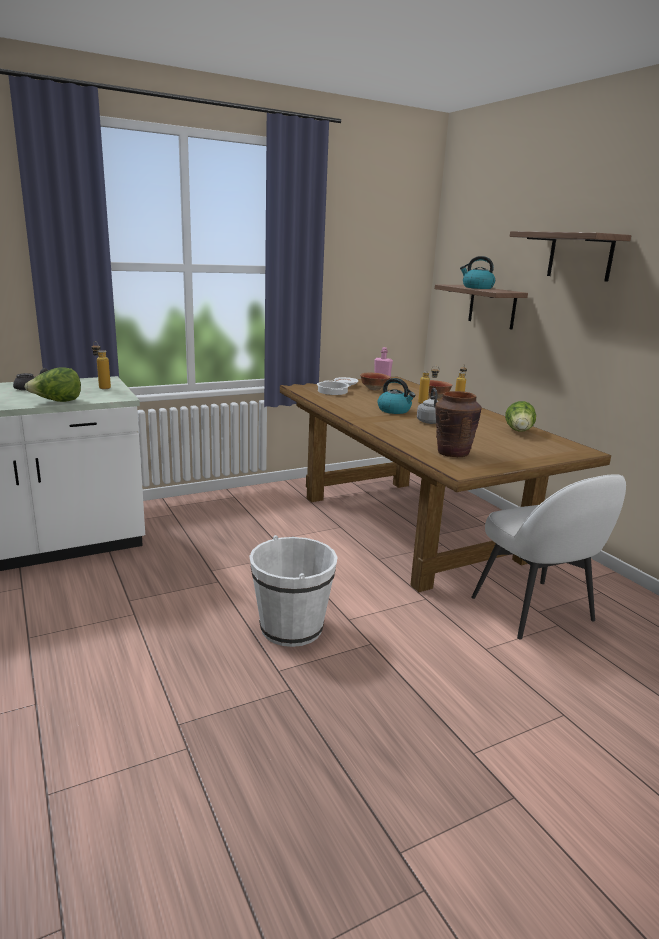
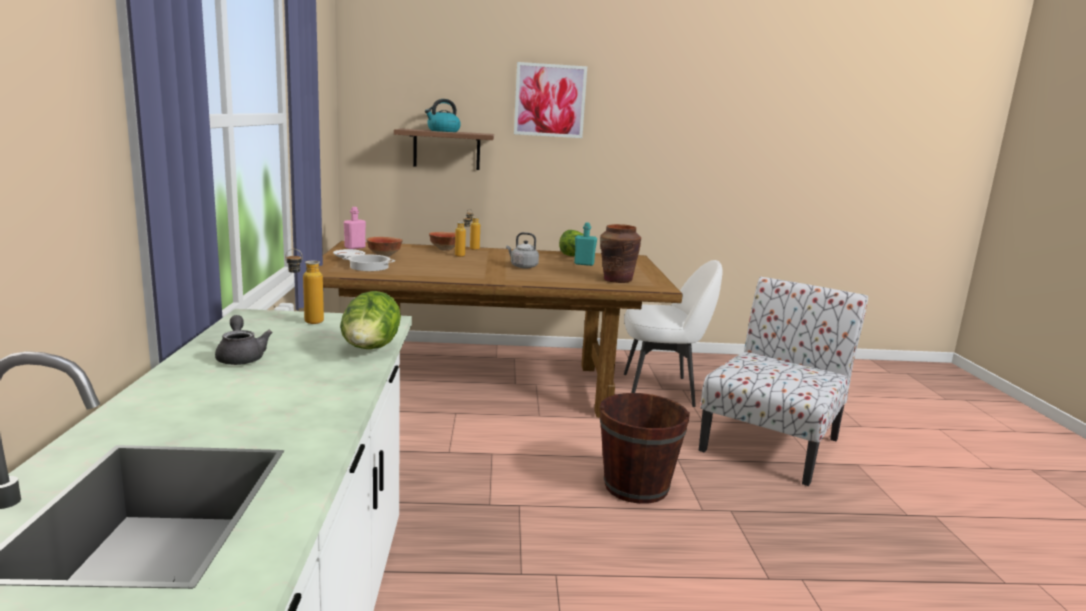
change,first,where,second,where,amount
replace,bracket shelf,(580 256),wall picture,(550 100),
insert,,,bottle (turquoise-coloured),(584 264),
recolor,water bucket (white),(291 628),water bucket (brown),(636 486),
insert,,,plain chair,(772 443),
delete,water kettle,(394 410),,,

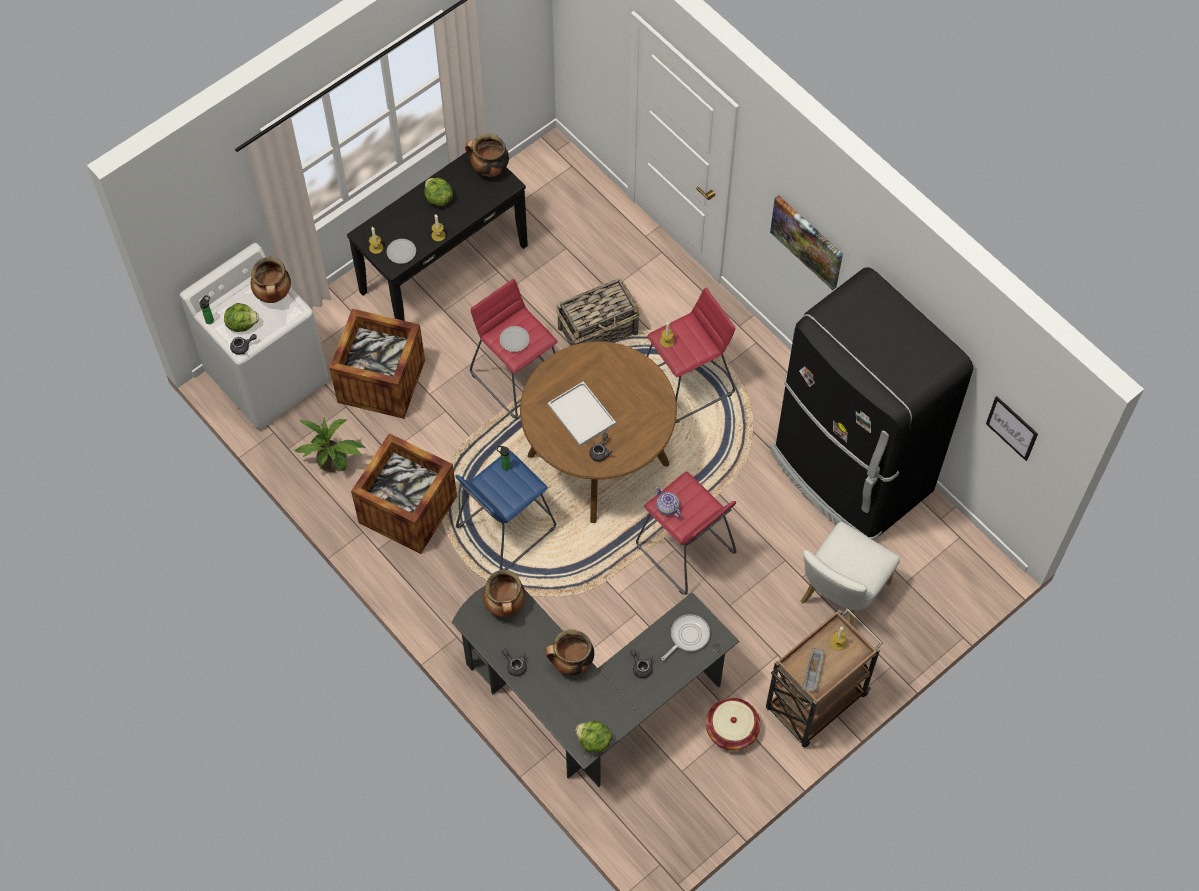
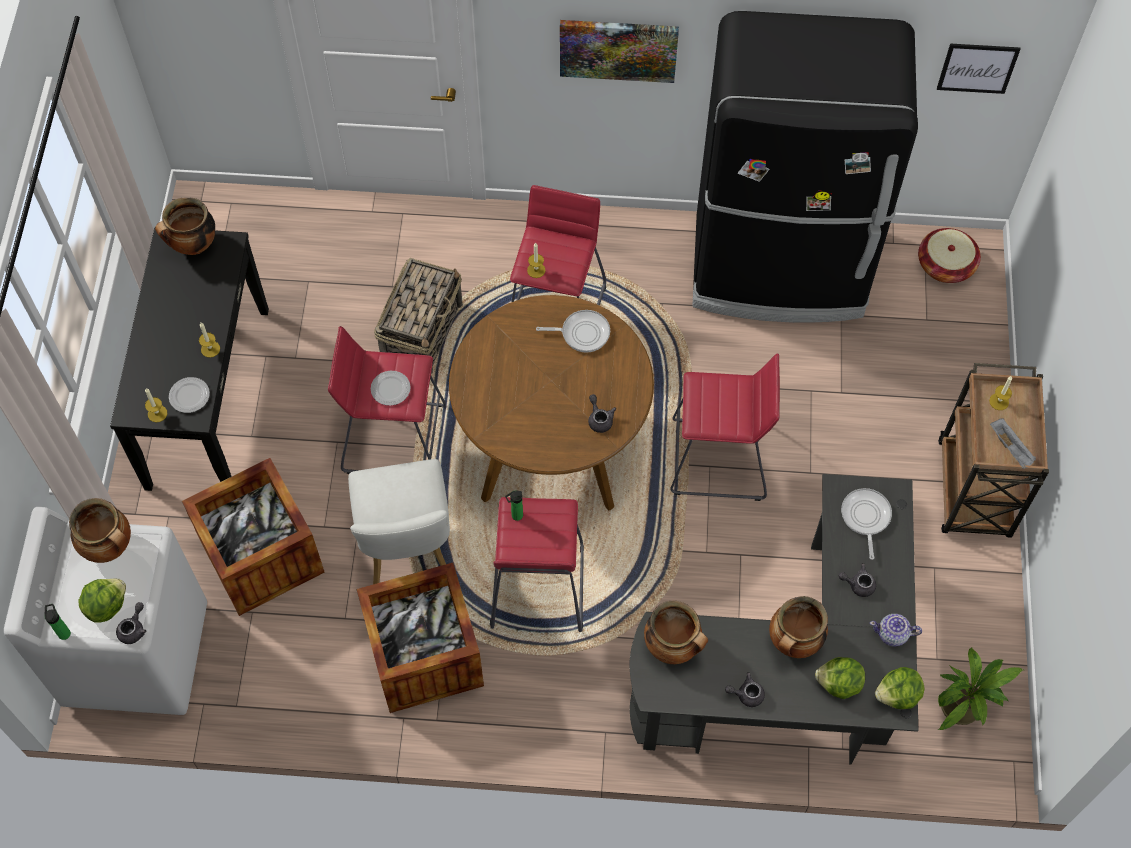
change,first,where,second,where,amount
move,plain chair (white),(840 597),,(407 549),
recolor,stool seat (bluish),(506 528),stool seat (reddish),(538 587),
insert,,,pan,(582 333),
move,head of lettuce,(438 199),,(839 684),
move,tea pot,(667 508),,(892 634),
move,household basket,(731 729),,(945 265),
move,plant in a pot,(334 462),,(965 706),
delete,tray (white),(580 414),,,

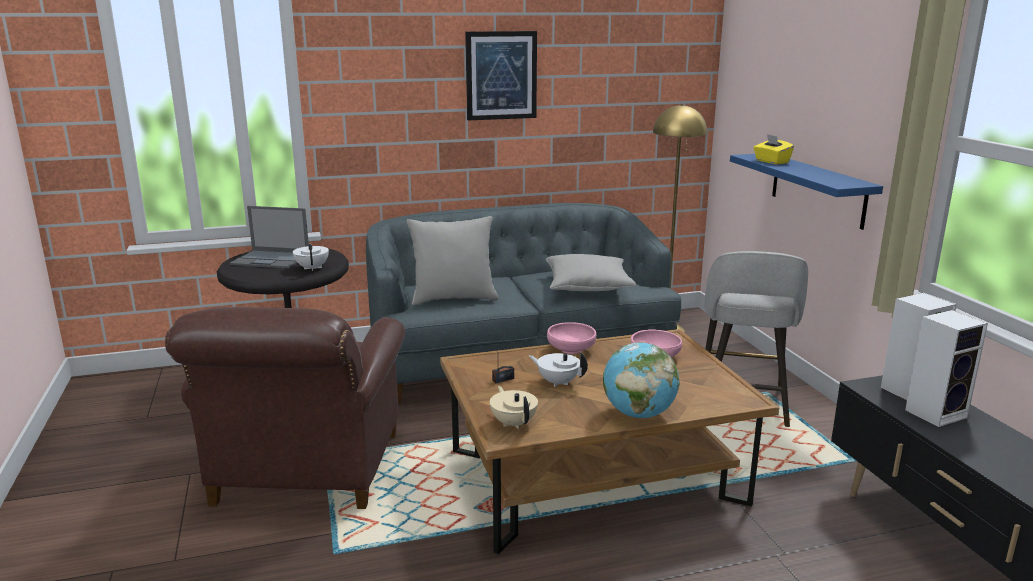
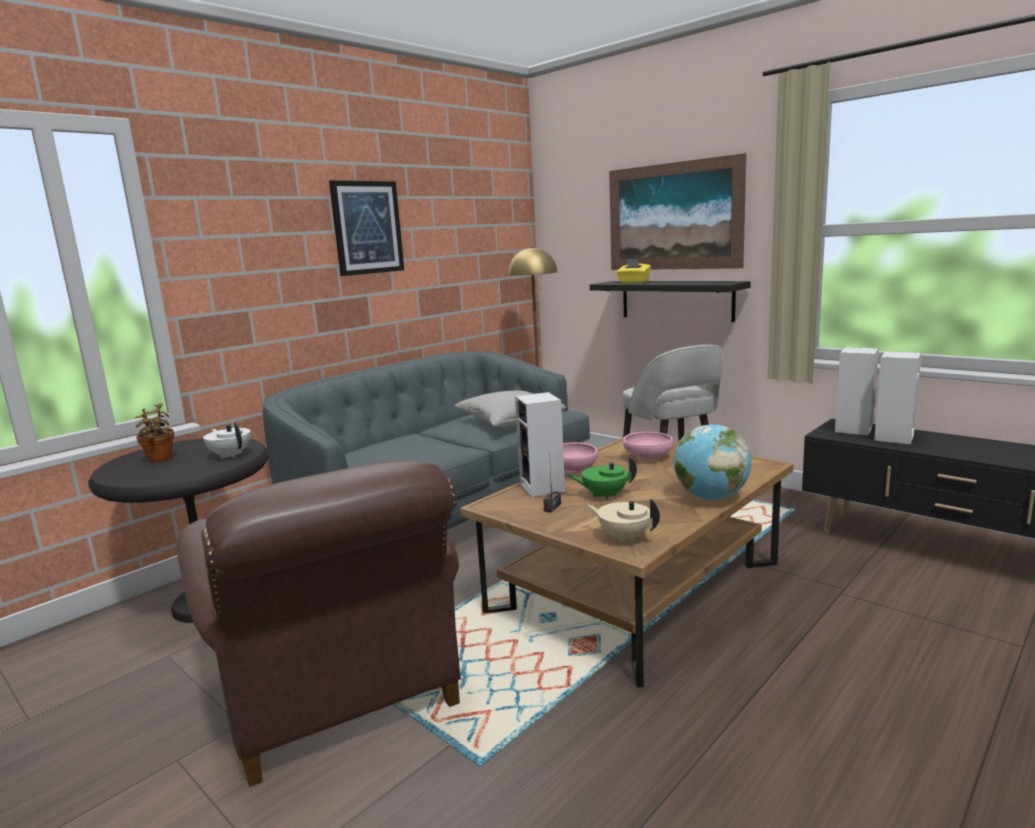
change,first,where,second,where,amount
replace,laptop,(271 259),plant in a pot,(160 459),
insert,,,speaker,(543 488),
recolor,tea pot (white),(558 382),tea pot (green-coloured),(604 495),
recolor,bracket shelf (bluish),(817 189),bracket shelf (black),(676 300),
insert,,,wall picture,(673 216),
delete,pillow (greyish),(453 298),,,

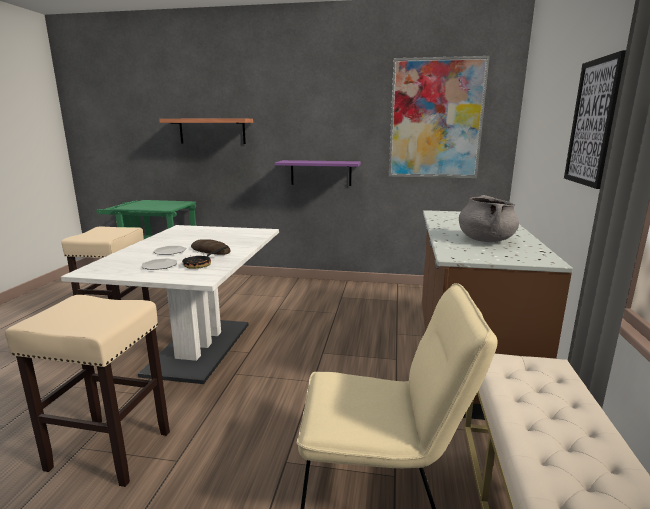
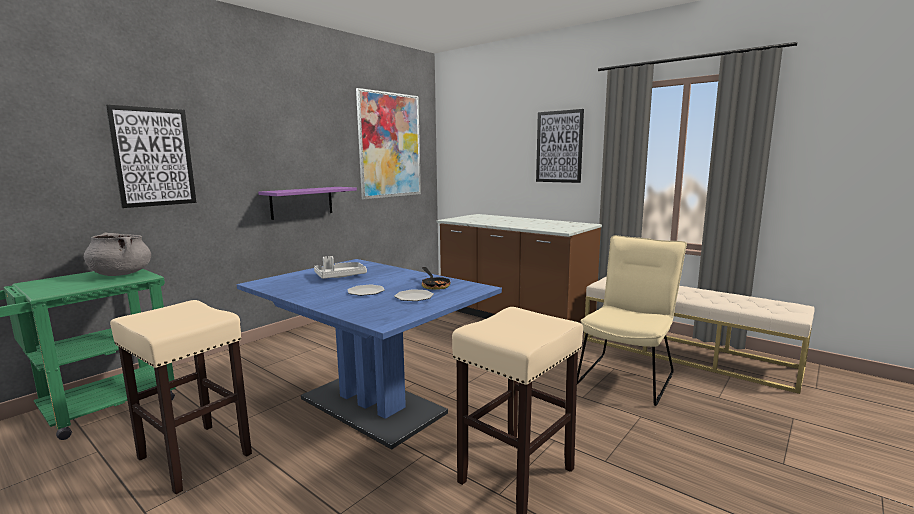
change,first,where,second,where,amount
move,saucepot (greyish),(485 240),,(121 274),
replace,bracket shelf,(212 131),wall picture,(153 157),
recolor,dining table (white),(199 348),dining table (bluish),(372 406),
insert,,,tray (greyish),(340 276),
delete,baked bread,(210 251),,,

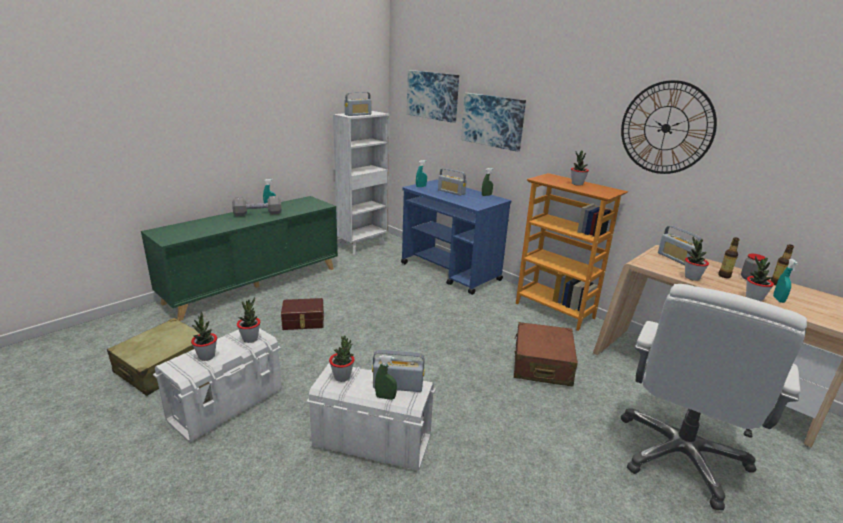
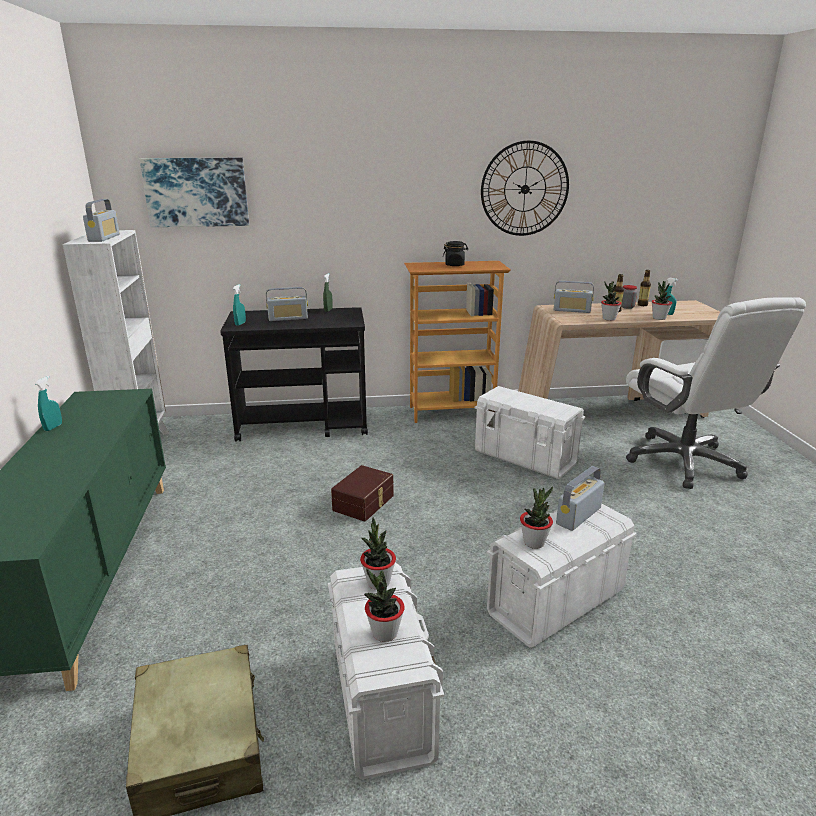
change,first,where,second,where,amount
recolor,wheeled cart (bluish),(450 272),wheeled cart (black),(304 425),
move,storage box (brown),(303 322),,(364 503),
replace,plant in a pot,(577 184),storage jar (black),(455 265),
replace,suitcase (brown),(542 364),storage box (white),(525 458),
delete,hand weight (greyish),(258 214),,,
delete,spray bottle (green-coloured),(385 397),,,
delete,wall picture,(493 121),,,

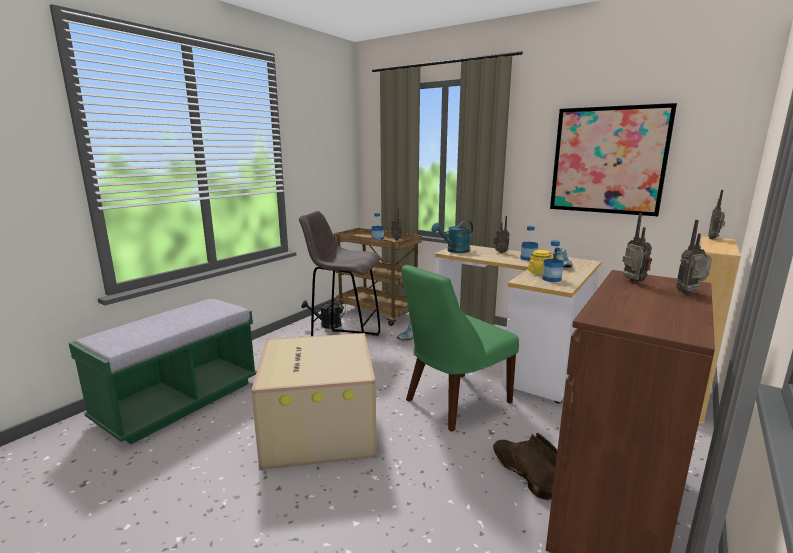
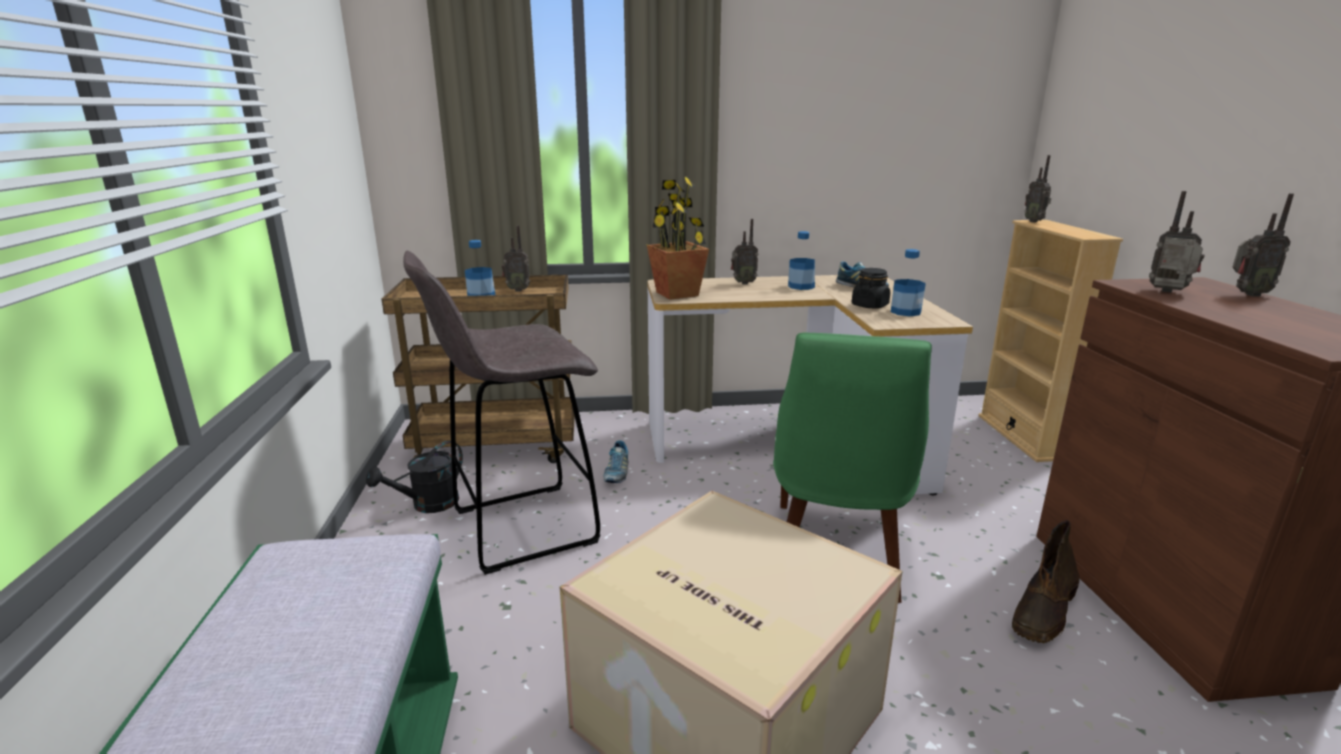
change,first,where,second,where,amount
replace,watering pot (turquoise-coloured),(454 251),plant in a pot,(677 294),
recolor,storage jar (yellowish),(540 273),storage jar (black),(870 305),
rotate,high-top boot (brown),(521 471),,(1043 612),75 degrees counterclockwise
rotate,radio receiver,(690 294),,(1246 294),120 degrees counterclockwise
delete,wall picture,(608 160),,,

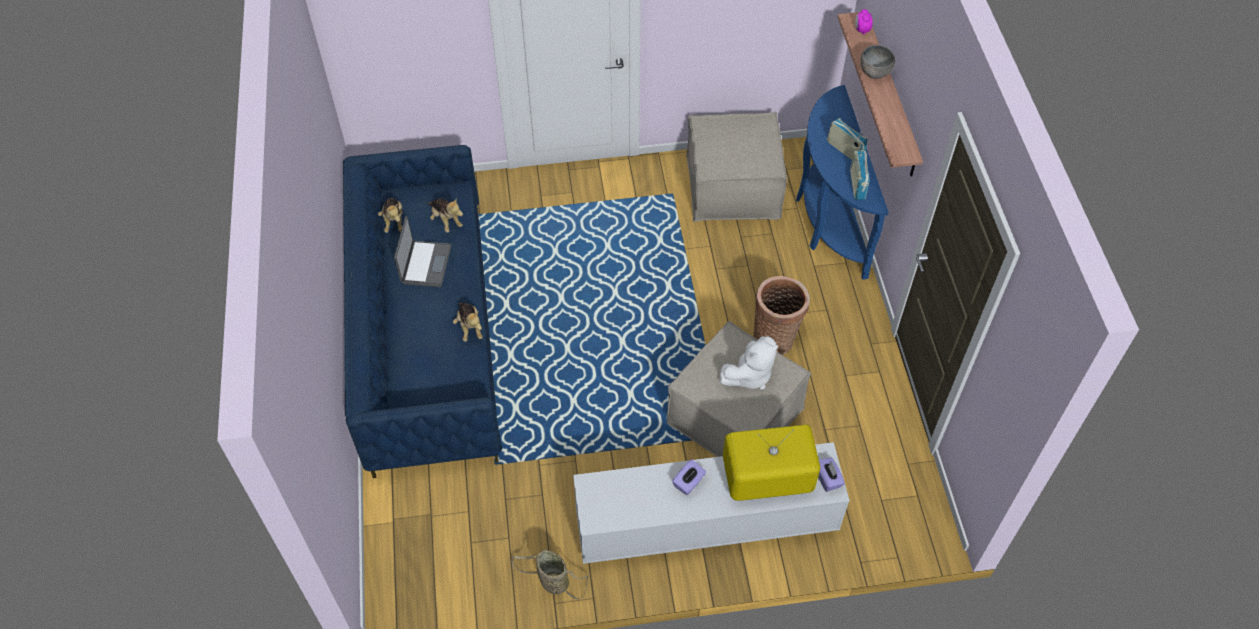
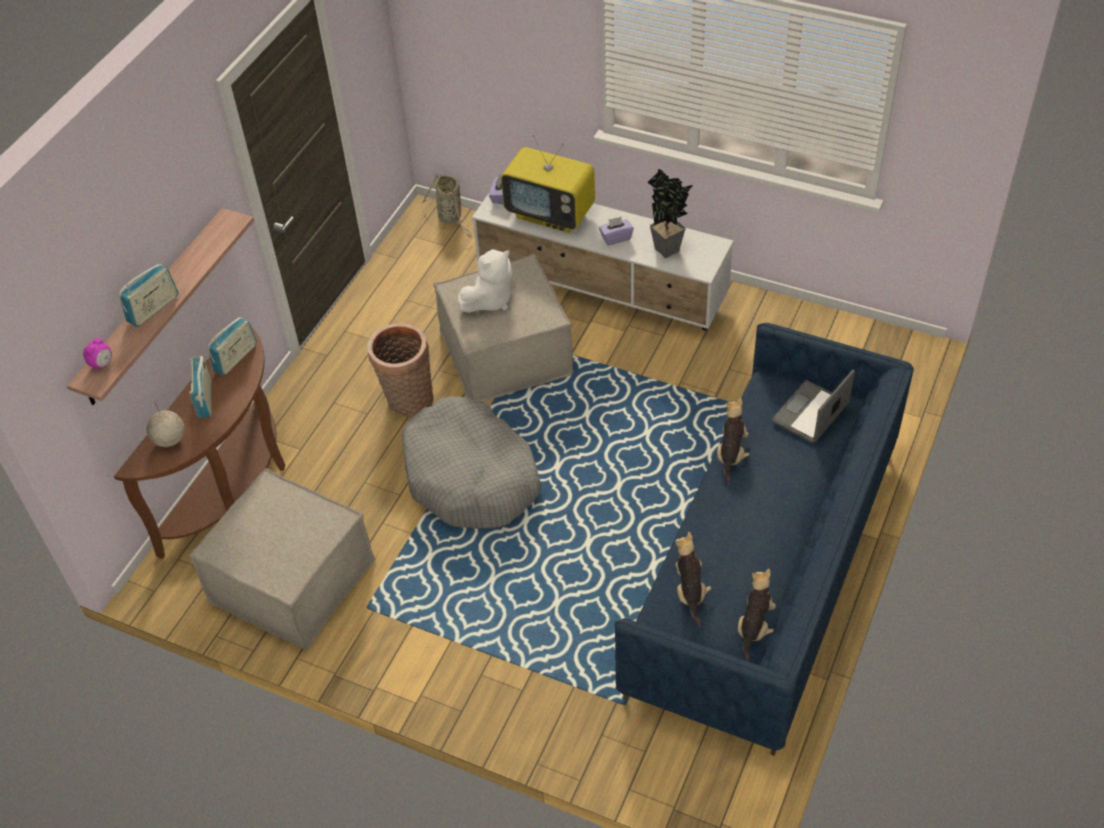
change,first,where,second,where,amount
recolor,console table (bluish),(827 220),console table (brown),(235 489),
replace,deep dish (greyish),(875 73),radio receiver,(153 309),
insert,,,globe,(170 440),
insert,,,dog cushion (greyish),(471 477),
move,household basket,(552 581),,(451 218),
rotate,plush toy (white),(749 375),,(490 300),135 degrees clockwise
insert,,,plant in a pot,(667 252),
move,laptop,(425 264),,(811 414),

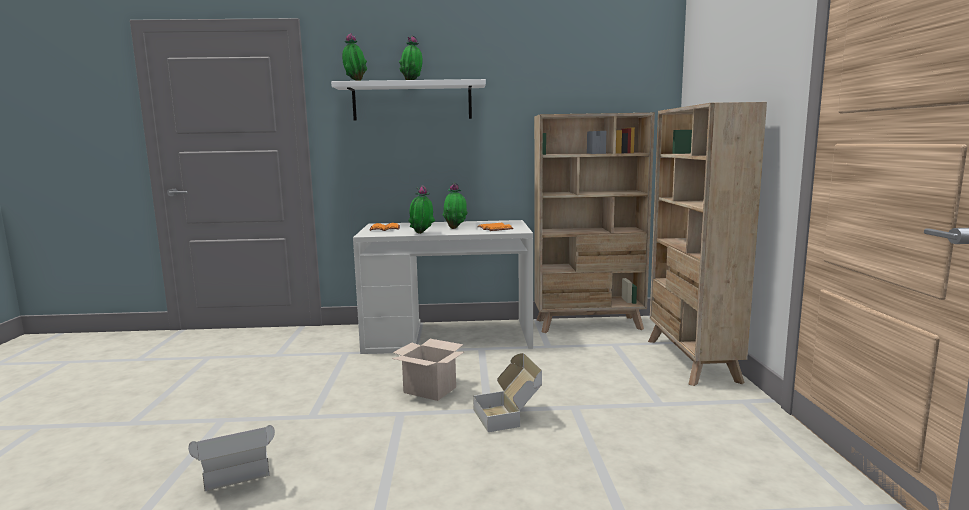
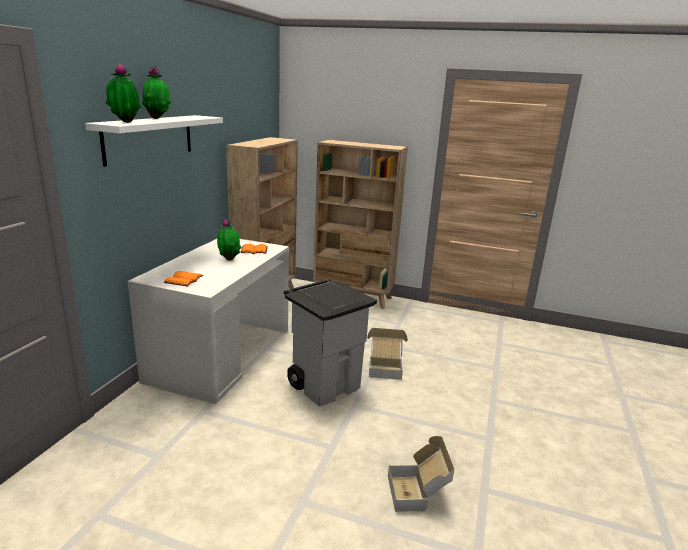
change,first,where,second,where,amount
replace,cardboard box,(431 390),trash can (greyish),(325 385),
delete,plant in a pot,(421 234),,,

